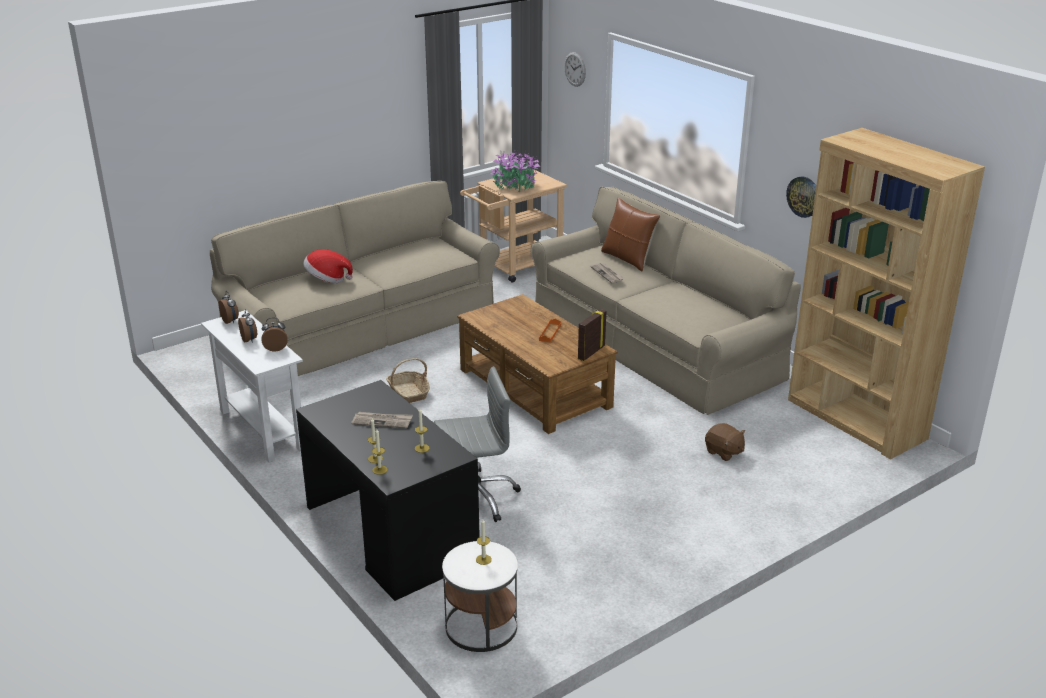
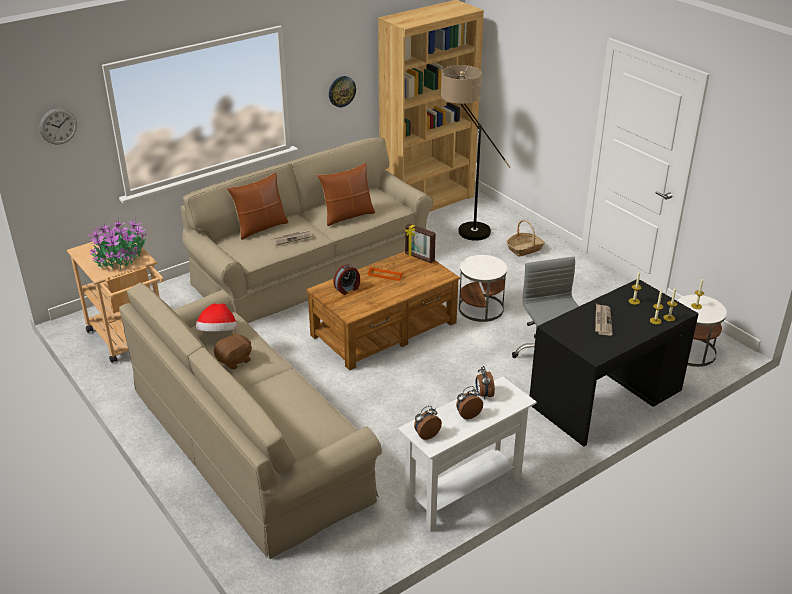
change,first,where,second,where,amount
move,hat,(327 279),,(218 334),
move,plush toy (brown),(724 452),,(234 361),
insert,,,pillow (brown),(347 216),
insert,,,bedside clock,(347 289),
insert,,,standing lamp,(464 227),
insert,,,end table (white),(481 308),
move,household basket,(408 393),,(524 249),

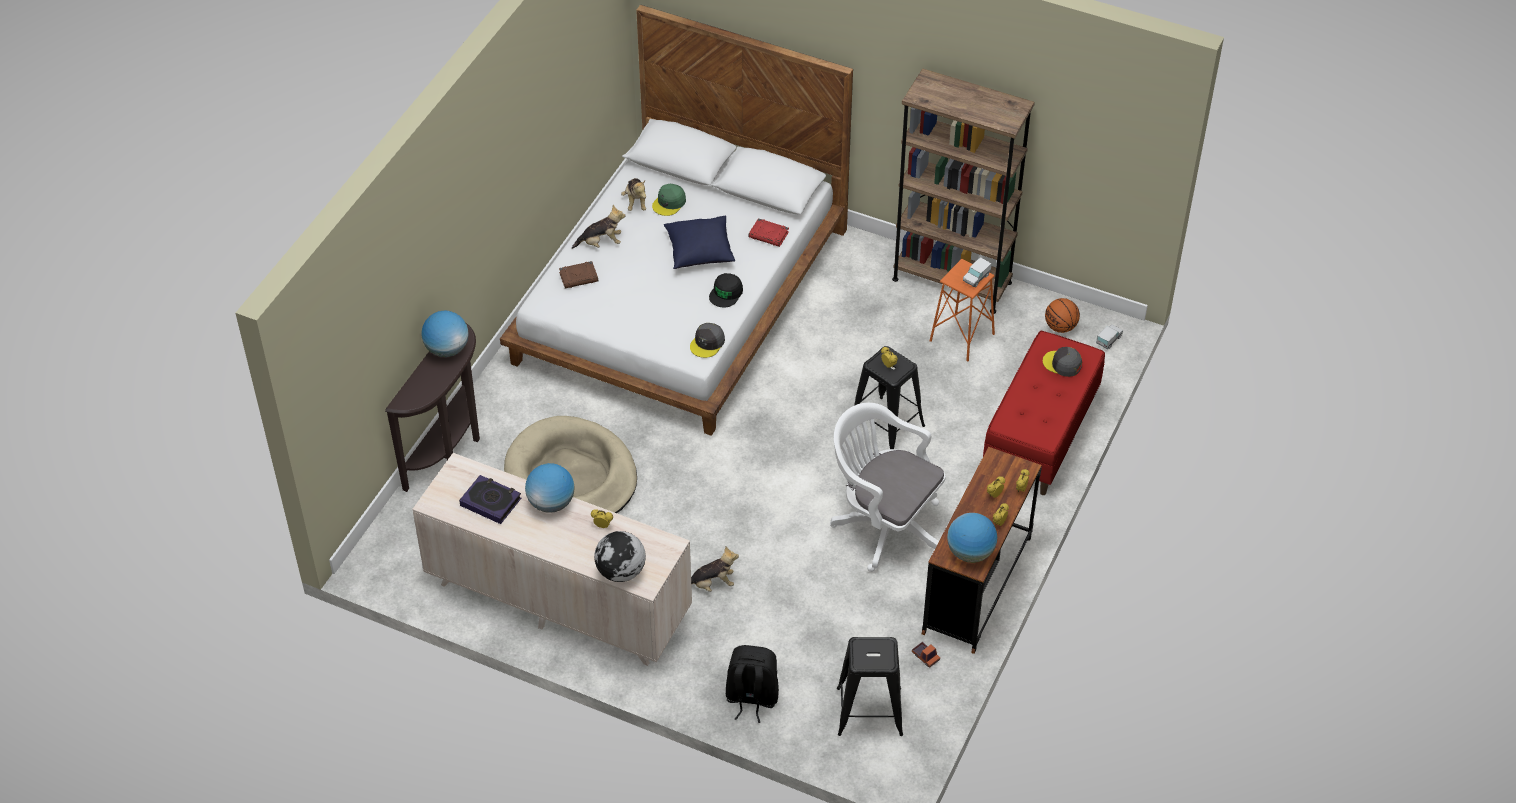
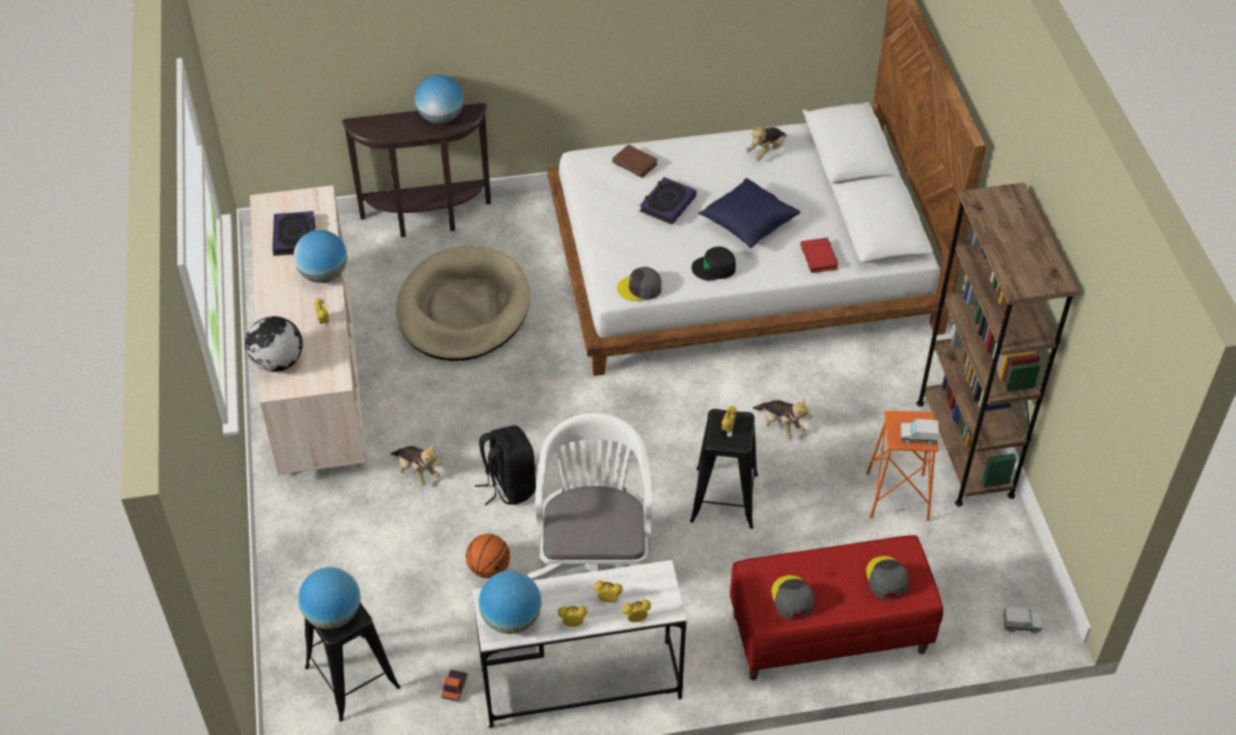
change,first,where,second,where,amount
insert,,,globe,(333 614),
move,basketball,(1060 327),,(489 568),
recolor,desk table (brown),(977 586),desk table (white),(580 684),
move,knapsack (black),(751 698),,(509 485),
insert,,,bound book,(667 204),
move,plush toy,(601 243),,(780 426),
insert,,,peaked cap (greyish),(792 598),
delete,peaked cap (green-coloured),(669 203),,,

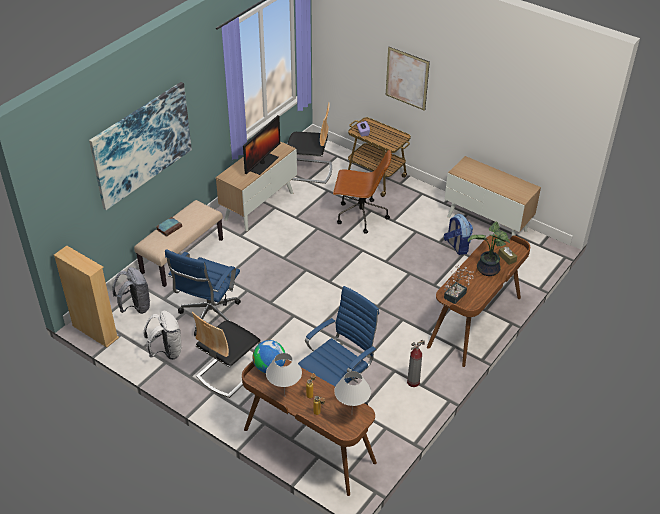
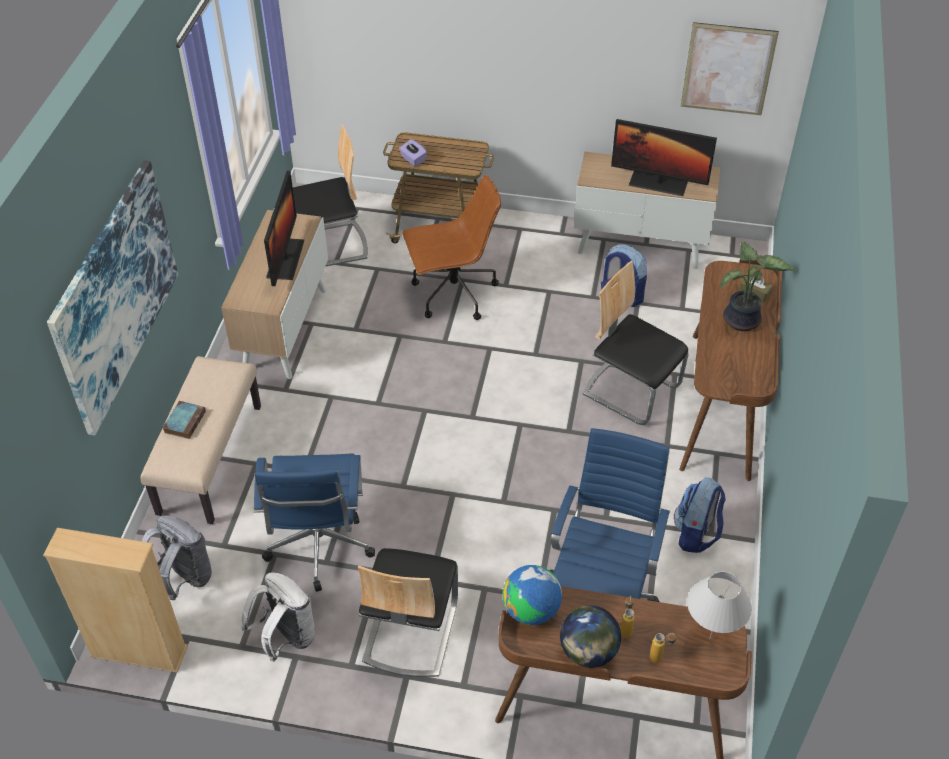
change,first,where,second,where,amount
replace,tabletop lamp (white),(284 396),globe,(588 652),
insert,,,plain chair,(631 390),
insert,,,computer screen,(658 183),
replace,fire-fighting cylinder,(413 382),knapsack,(696 534),
move,wall picture,(407 78),,(728 69),
delete,plant in a pot,(456 294),,,

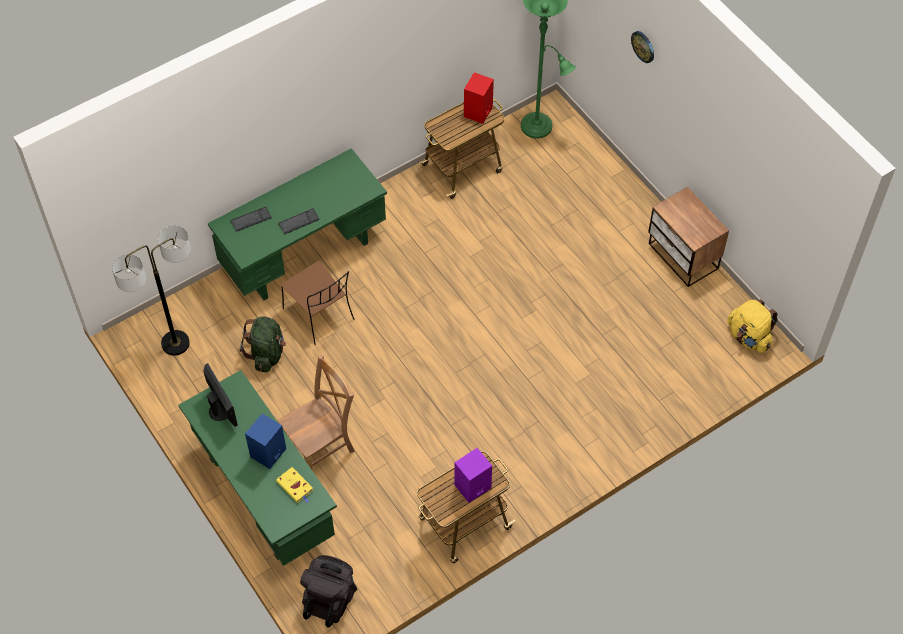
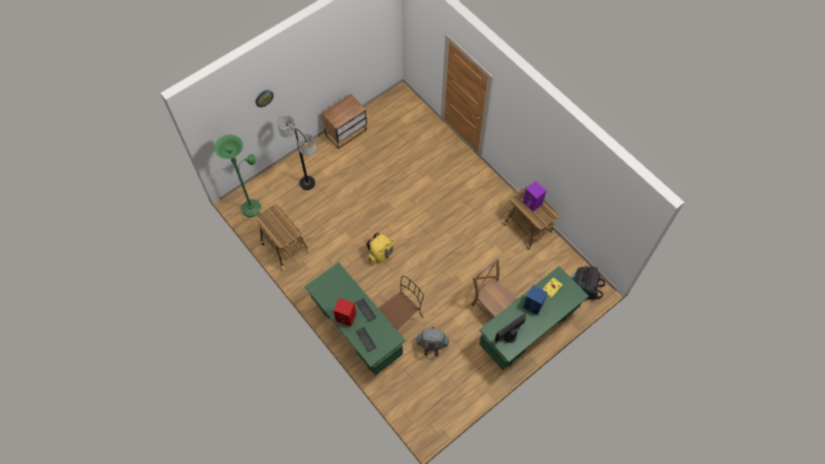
change,first,where,second,where,amount
move,standing lamp,(175 343),,(307 183),
move,speaker (reddish),(478 112),,(346 317),
move,knapsack (yellowish),(748 337),,(380 254),
recolor,knapsack (green-coloured),(267 353),knapsack (greyish),(432 344),

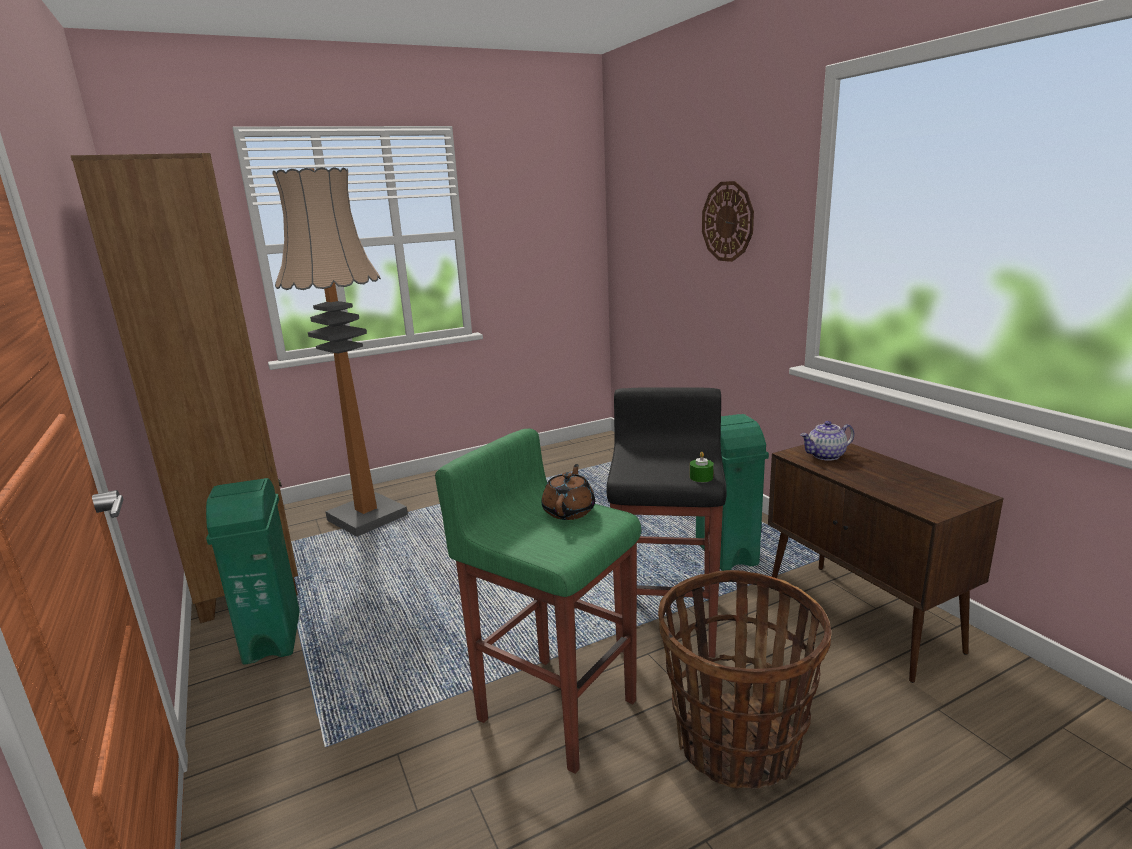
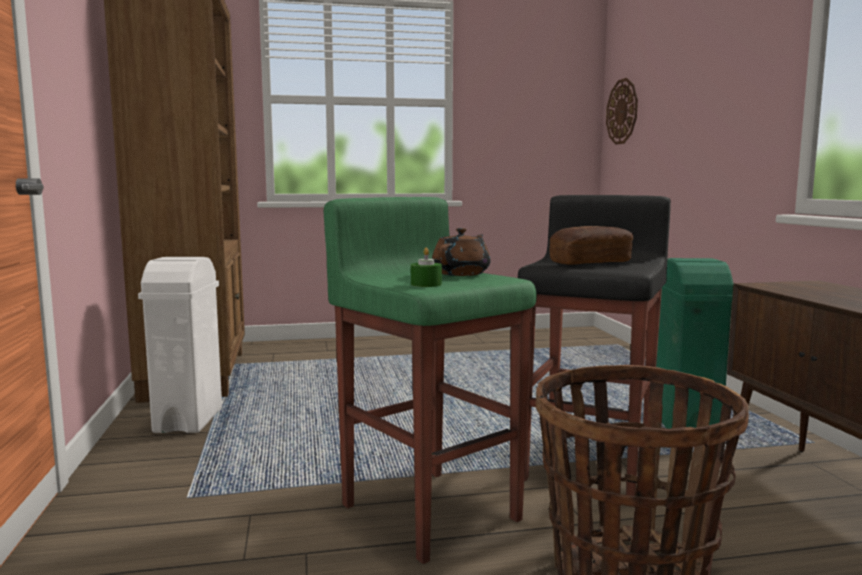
change,first,where,second,where,amount
recolor,trash can (green-coloured),(273 637),trash can (white),(189 419),
move,candle (green-coloured),(701 477),,(426 284),
insert,,,baked bread,(590 262),
move,wall clock,(727 221),,(622 111),
delete,standing lamp,(367 517),,,
delete,tea pot,(825 456),,,

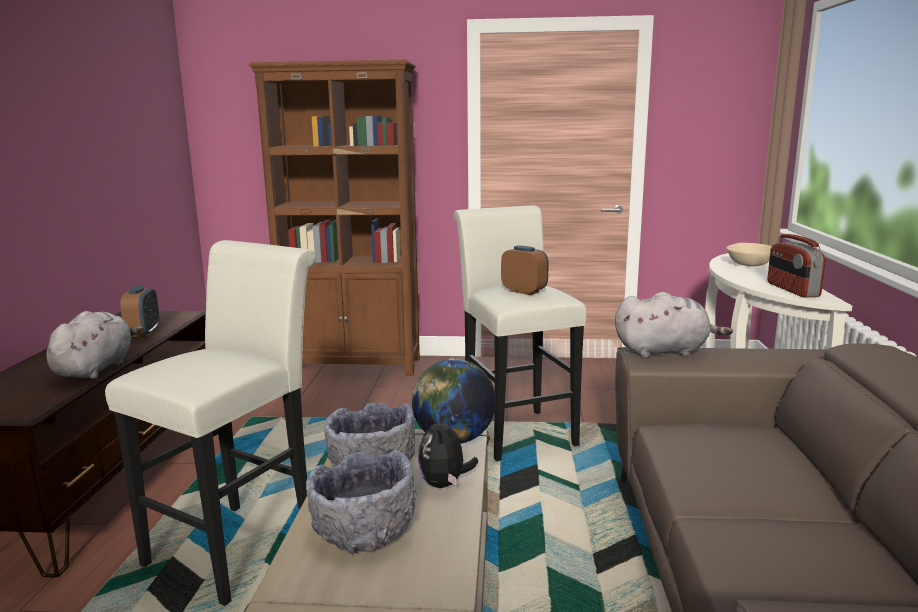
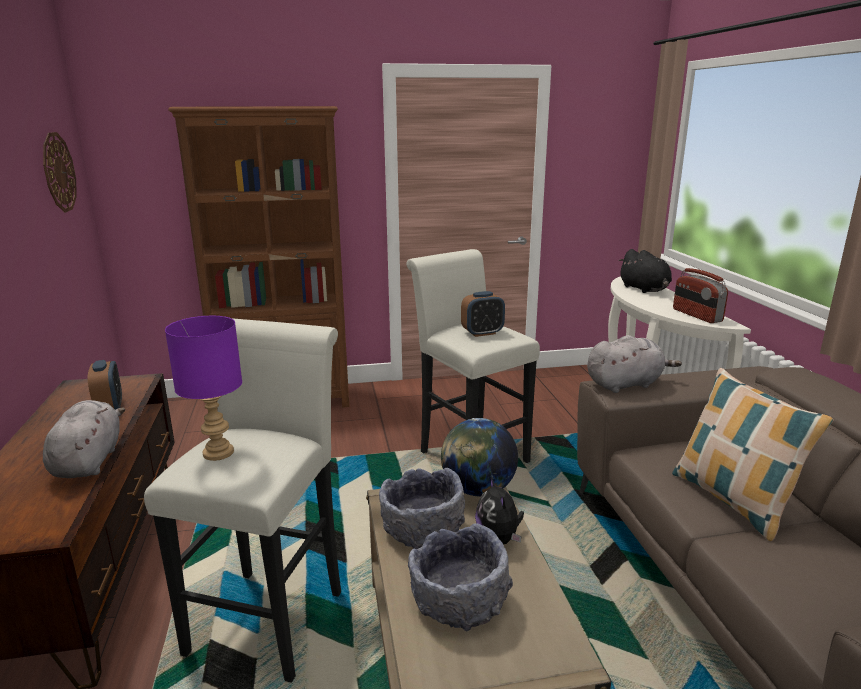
change,first,where,second,where,amount
insert,,,wall clock,(58 172),
insert,,,tabletop lamp (purple),(218 453),
rotate,bedside clock,(524 291),,(482 333),135 degrees clockwise
replace,deep dish (beige-coloured),(749 265),plush toy (black),(645 289),
insert,,,pillow,(732 501),

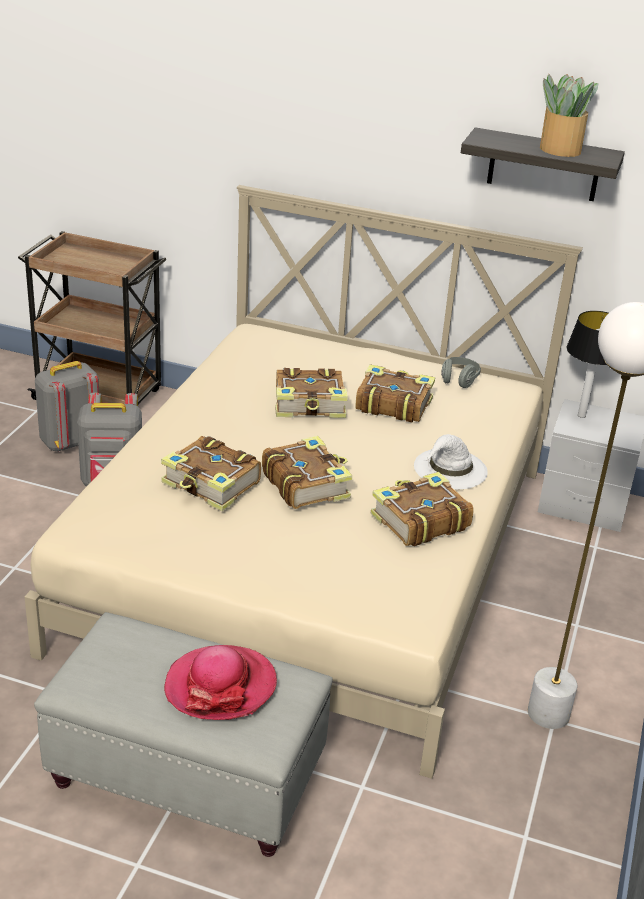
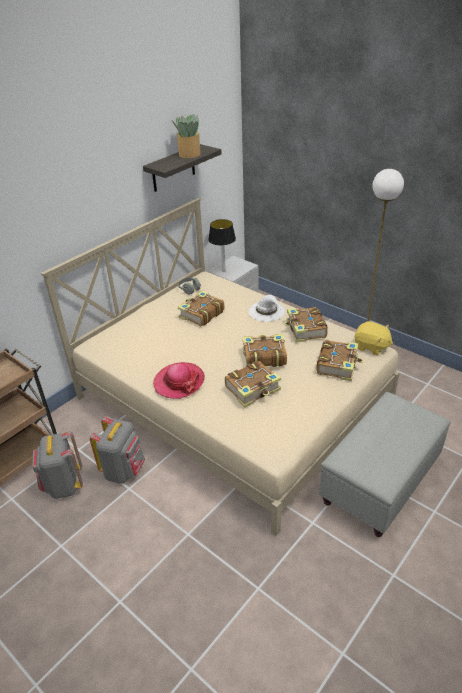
change,first,where,second,where,amount
move,hat,(220 686),,(179 382),
move,bound book,(310 404),,(338 365),
insert,,,plush toy (yellowish),(371 347),

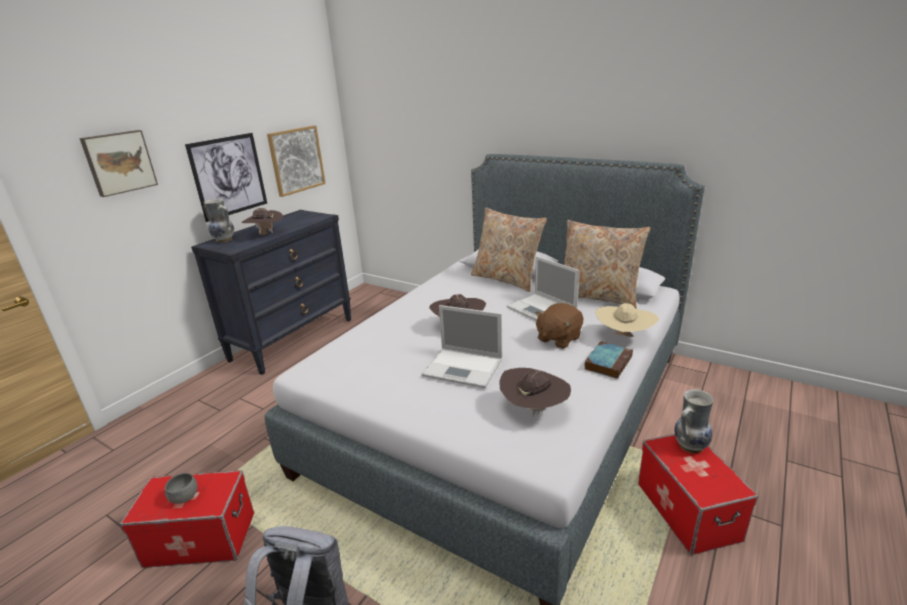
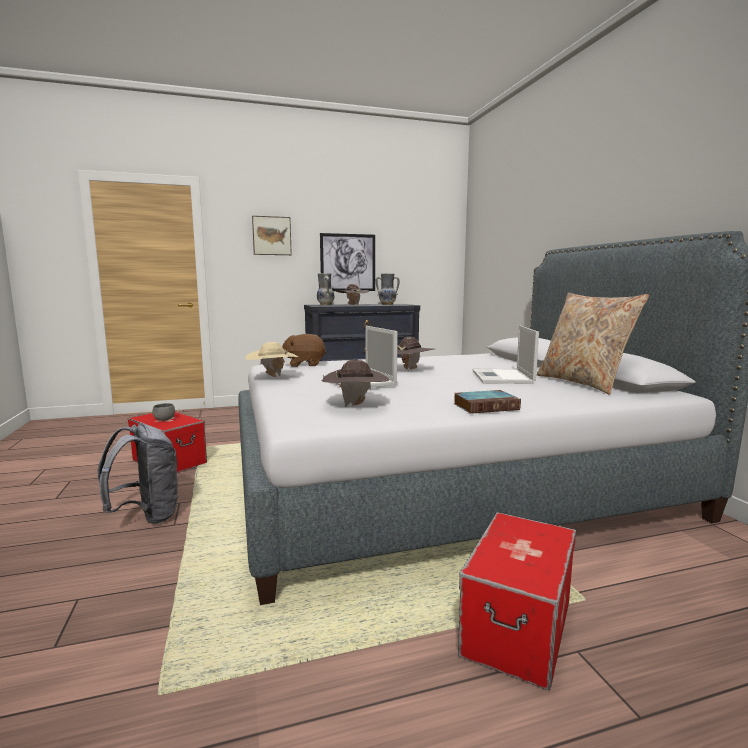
change,first,where,second,where,amount
move,hat (beige-coloured),(623 337),,(273 377),
move,plush toy (brown),(558 339),,(304 364),
move,decorative vase,(689 445),,(387 304),
delete,wall picture,(296 160),,,
delete,pillow (beige-coloured),(506 279),,,

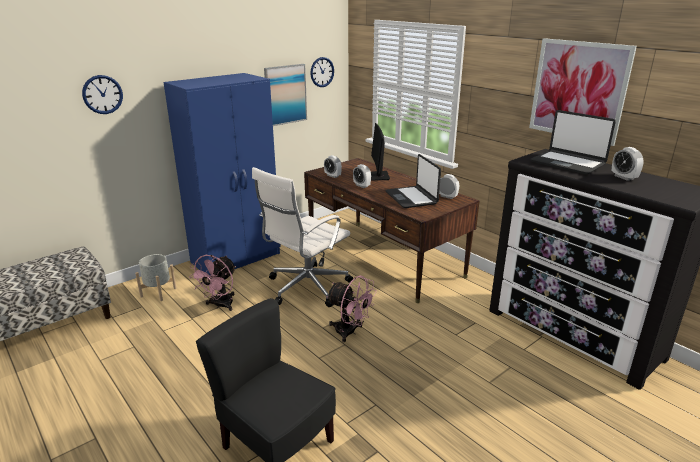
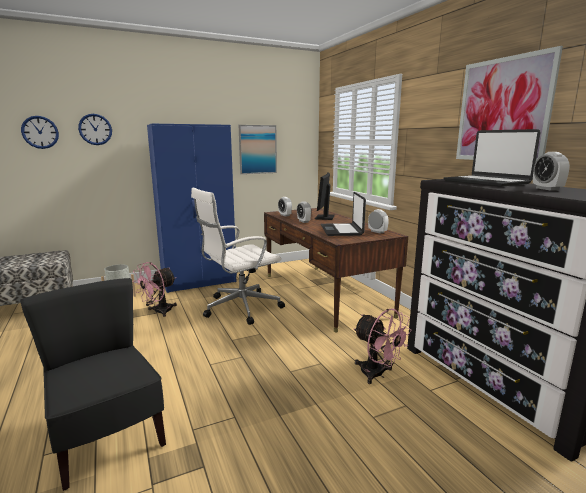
change,first,where,second,where,amount
move,wall clock,(322 72),,(40 132),
move,fan (pink-coloured),(350 332),,(377 374),

